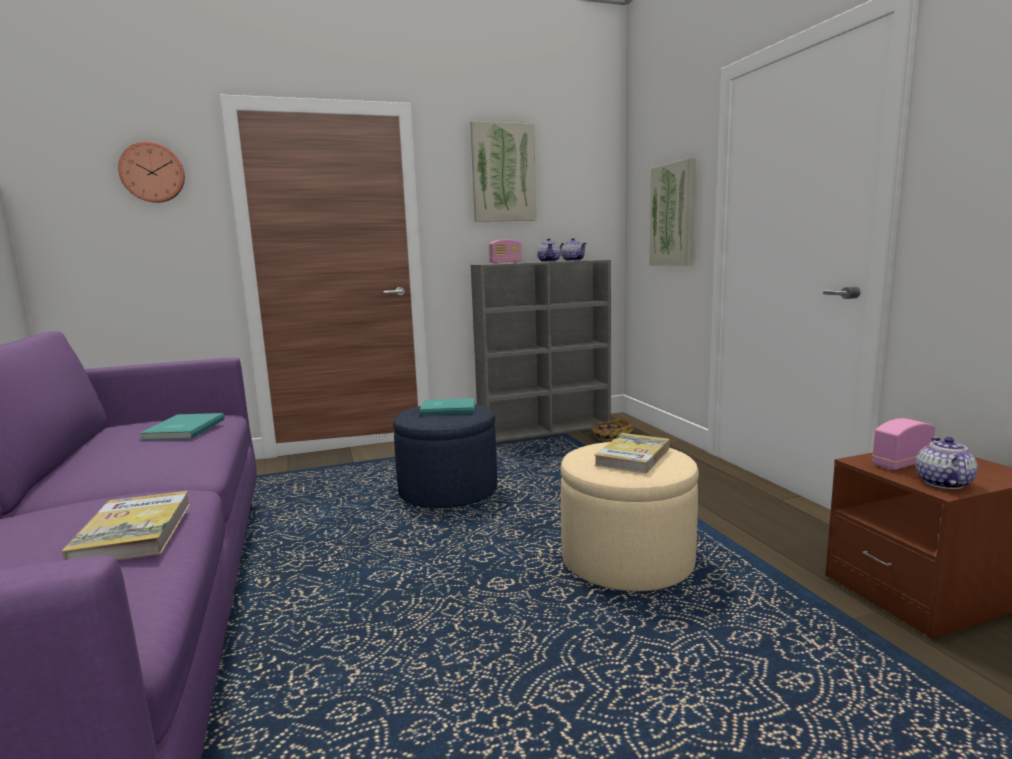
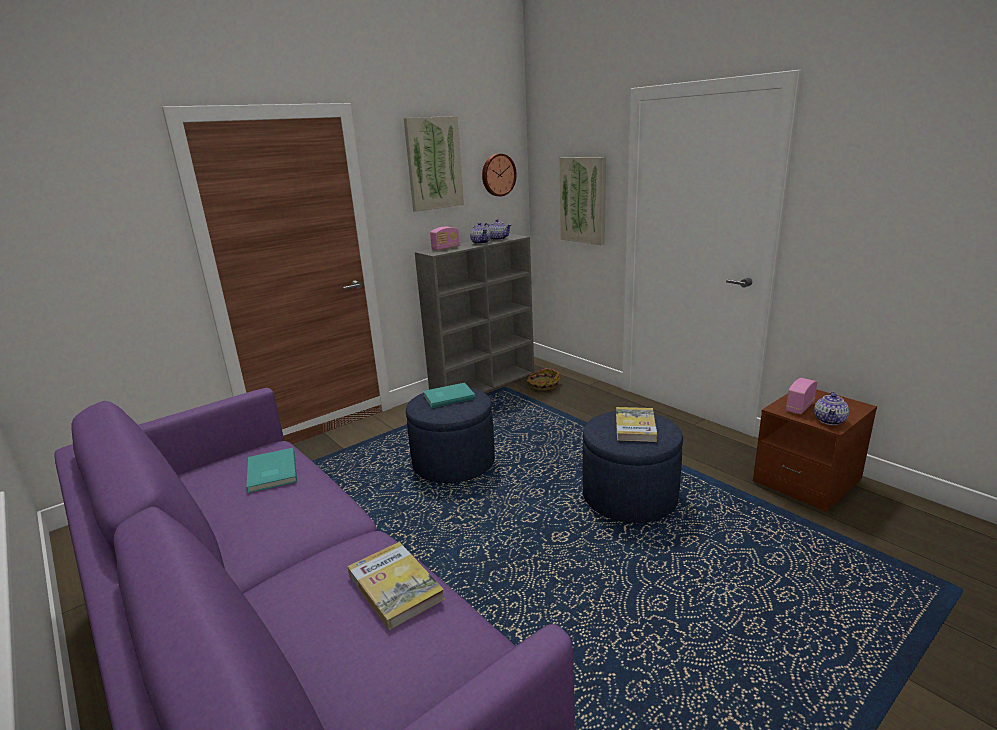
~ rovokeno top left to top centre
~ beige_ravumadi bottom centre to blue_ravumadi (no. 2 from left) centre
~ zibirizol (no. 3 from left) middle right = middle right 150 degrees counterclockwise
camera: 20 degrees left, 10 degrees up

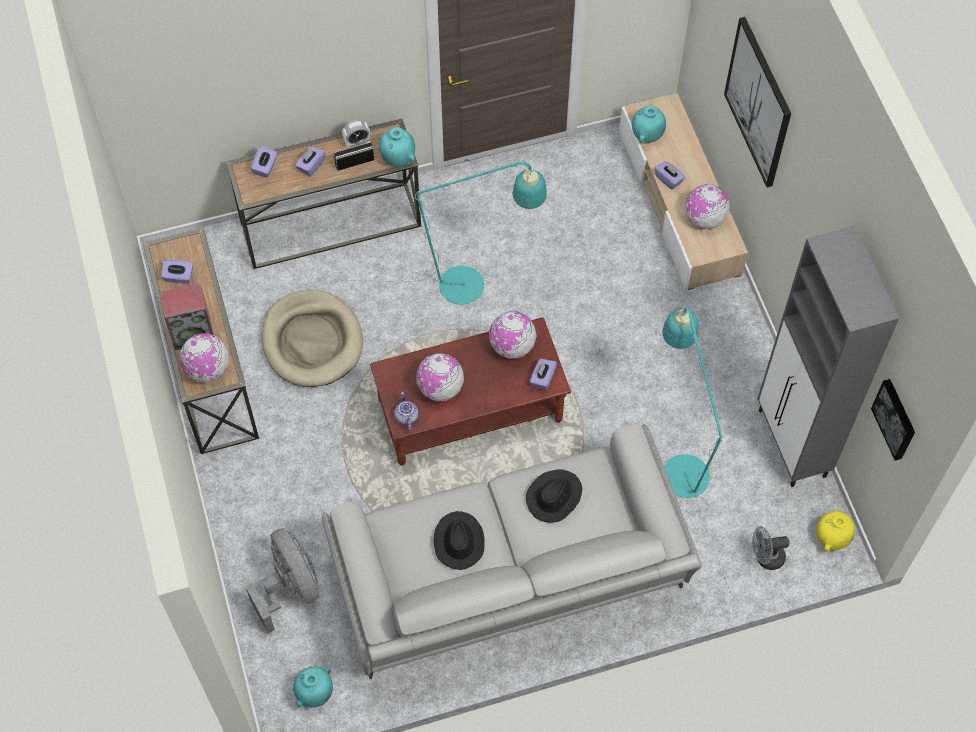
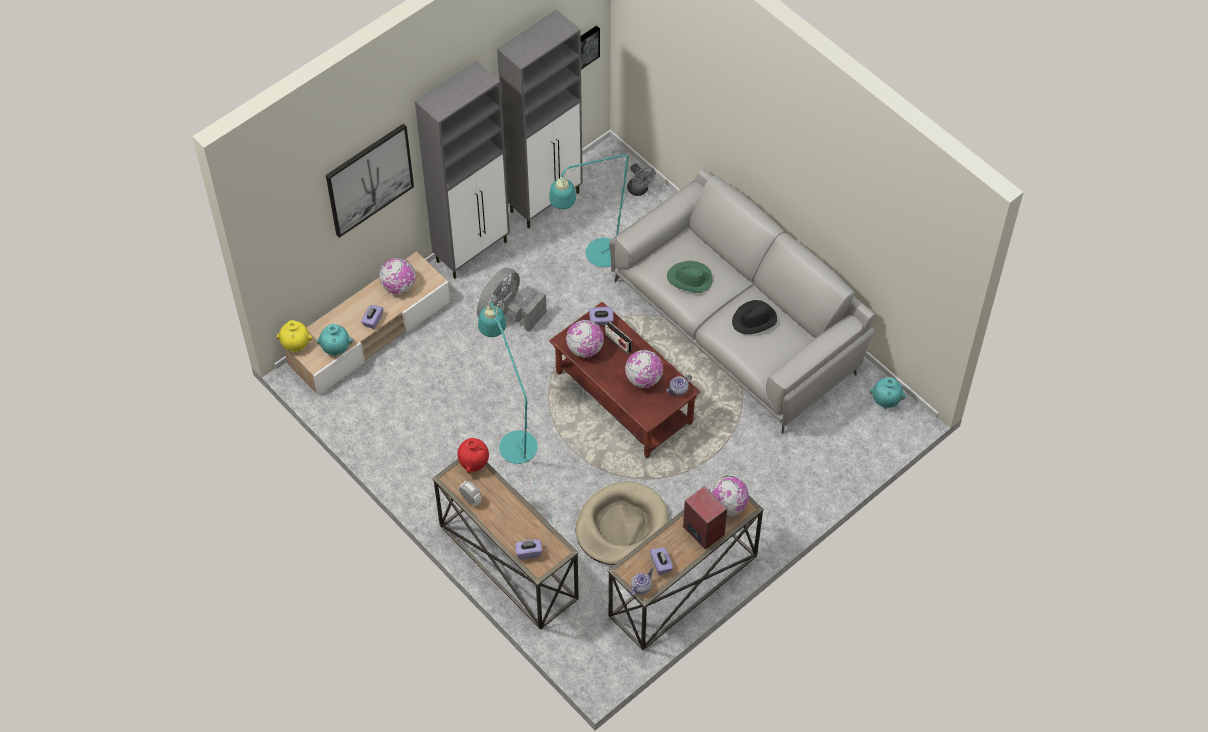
- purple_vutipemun (no. 3 from left) top left
+ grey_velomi (no. 1 from left) top centre
+ zibirizol (no. 1 from left) bottom centre
~ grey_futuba (no. 1 from left) bottom left to centre
~ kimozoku top centre to centre
~ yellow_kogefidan bottom right to middle left
~ turquoise_kogefidan (no. 2 from left) top centre to red_kogefidan centre
~ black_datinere (no. 2 from left) bottom centre to green_datinere centre
camera: 115 degrees left, 5 degrees down

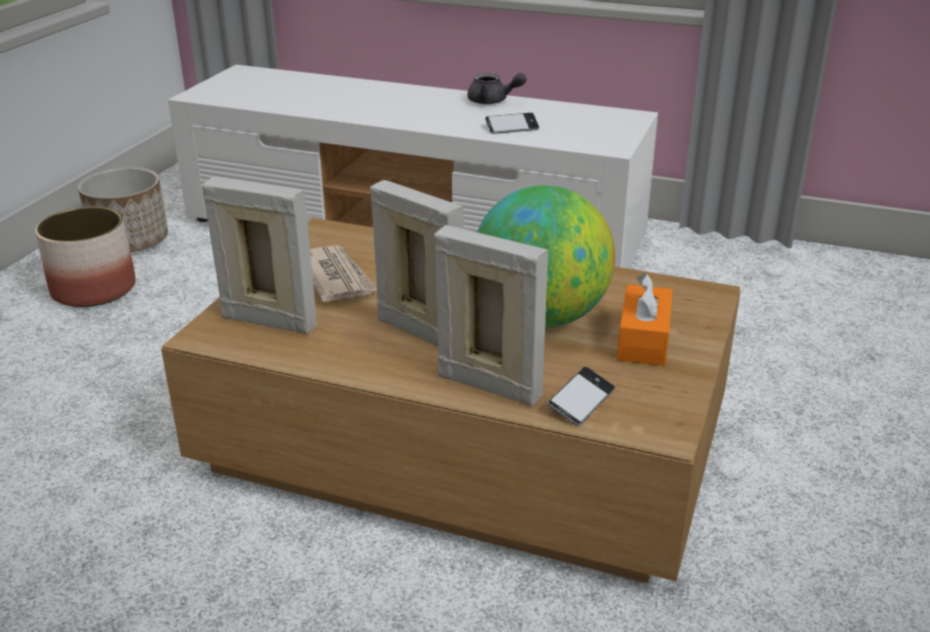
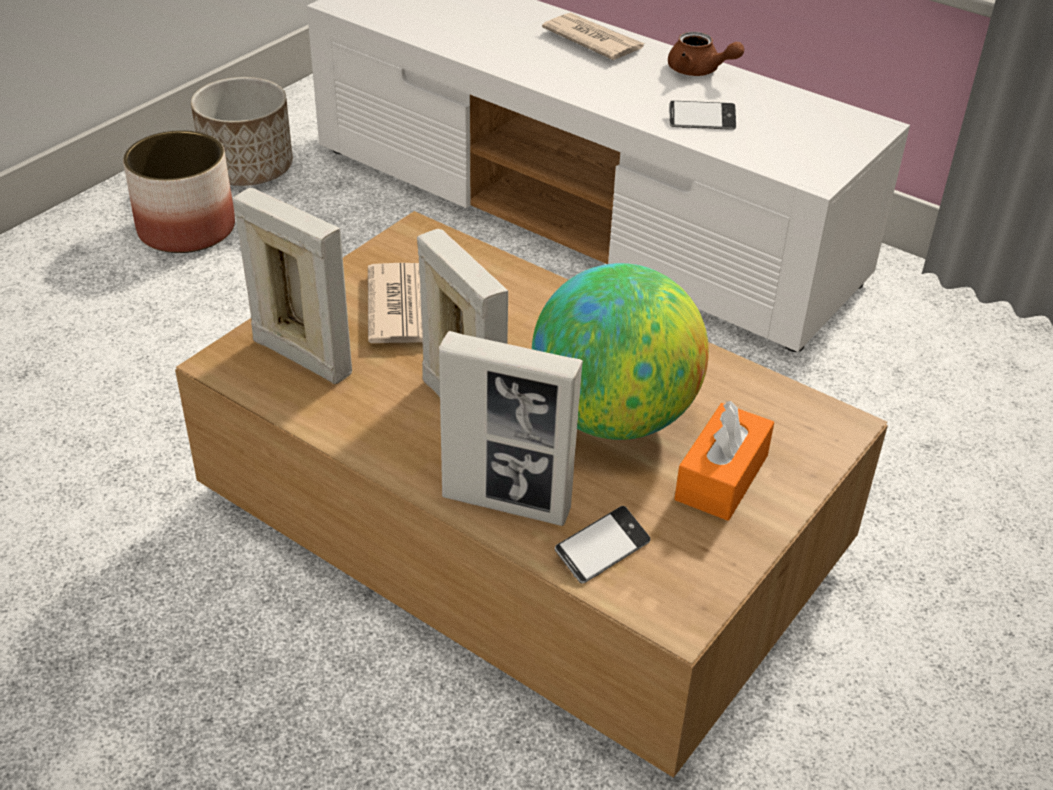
+ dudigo (no. 2 from left) top centre
~ grey_zibirizol top centre to brown_zibirizol top right
~ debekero (no. 3 from left) centre = centre 150 degrees clockwise
camera: 15 degrees right, 10 degrees up

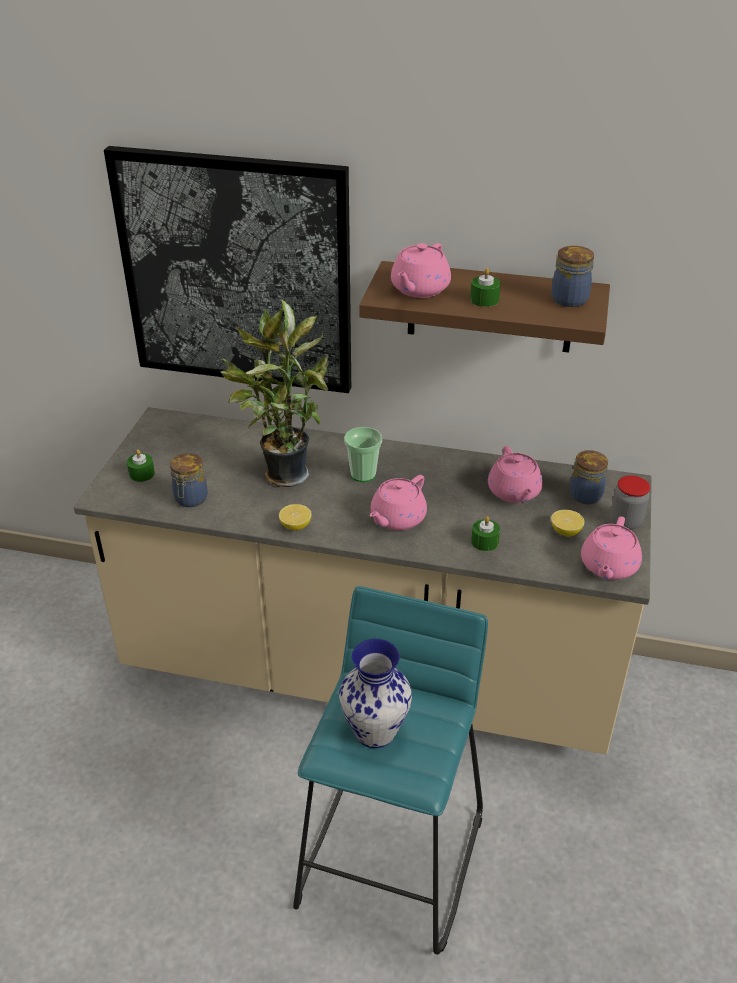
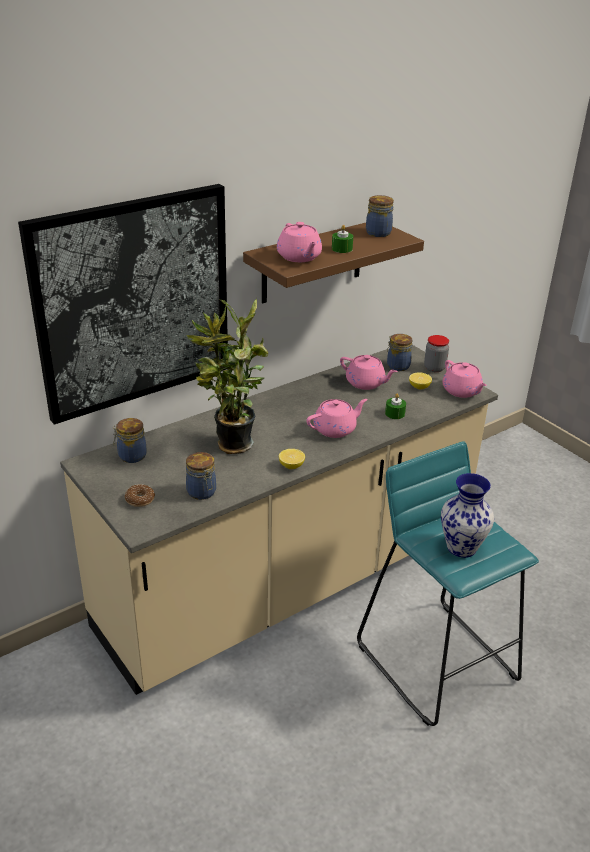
- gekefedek centre
+ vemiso (no. 1 from left) middle left
~ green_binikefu (no. 1 from left) middle left to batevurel middle left
~ pink_zibirizol (no. 1 from left in the first image) centre = centre 105 degrees counterclockwise
camera: 50 degrees left, 5 degrees down

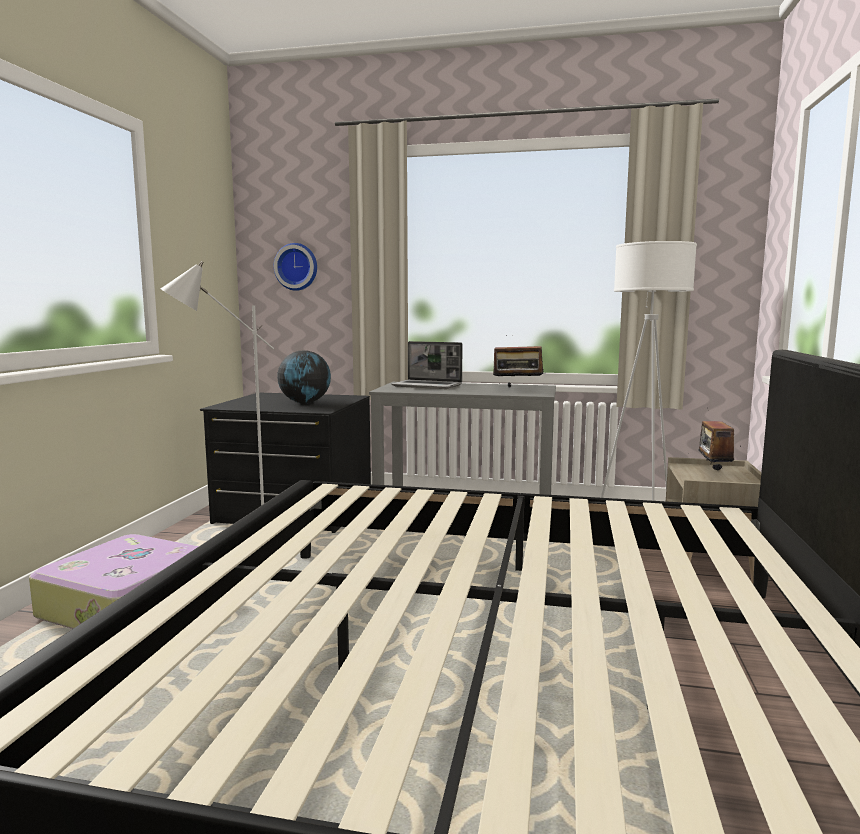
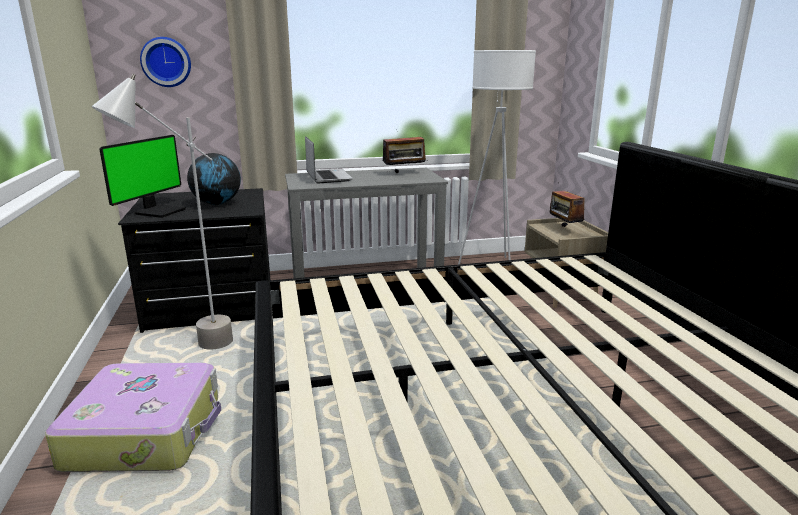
+ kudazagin middle left
~ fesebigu centre = top centre 105 degrees counterclockwise
camera: 25 degrees left, 10 degrees up

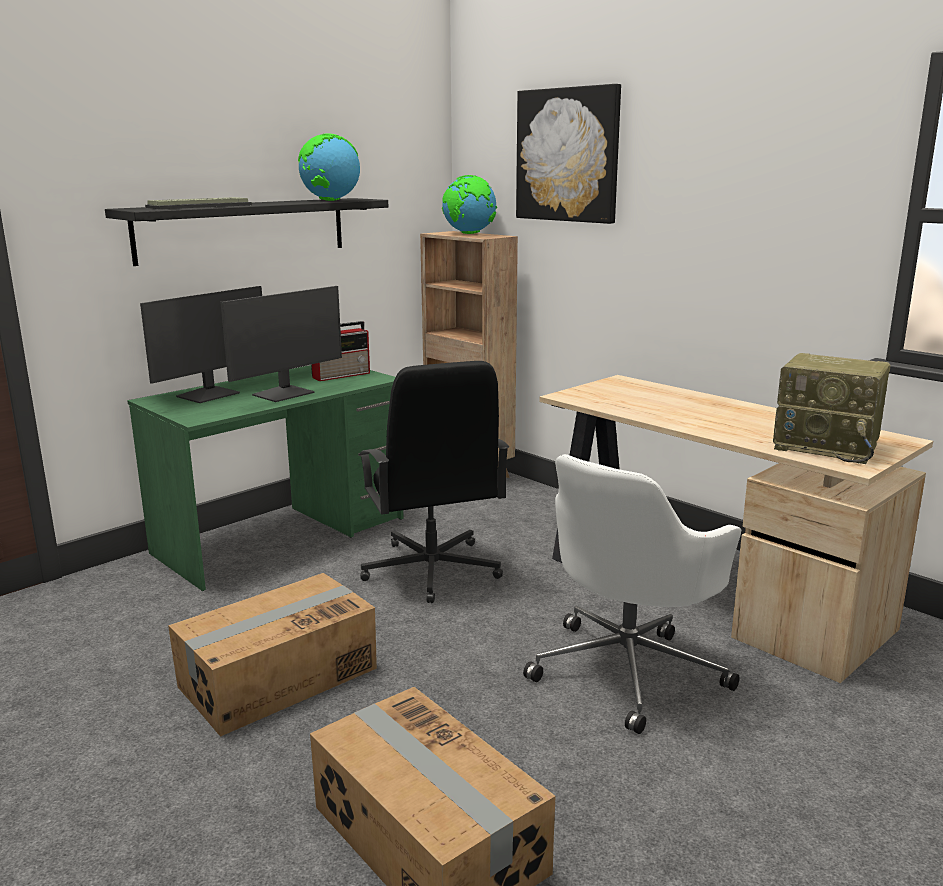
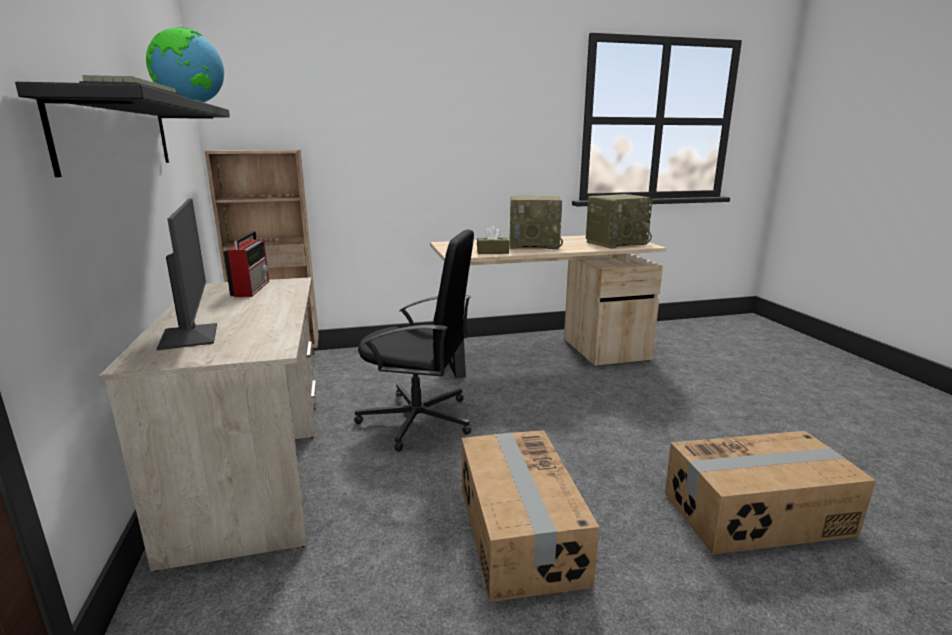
- kudazagin (no. 2 from left) middle left
- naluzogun (no. 2 from left) top centre
- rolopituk top centre
- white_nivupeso bottom right
+ brown_vutipemun centre
+ kimozoku (no. 2 from left) centre
~ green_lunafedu middle left to beige_lunafedu (no. 1 from left) bottom left
camera: 60 degrees left, 0 degrees up

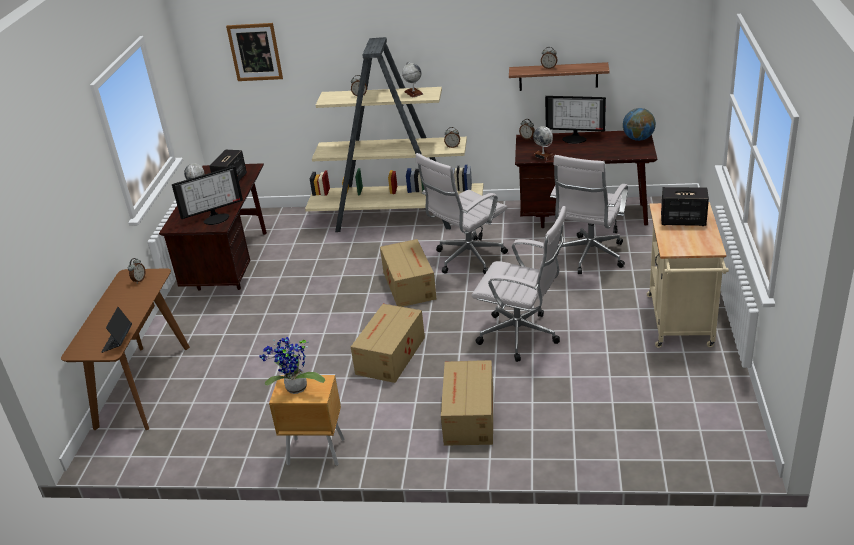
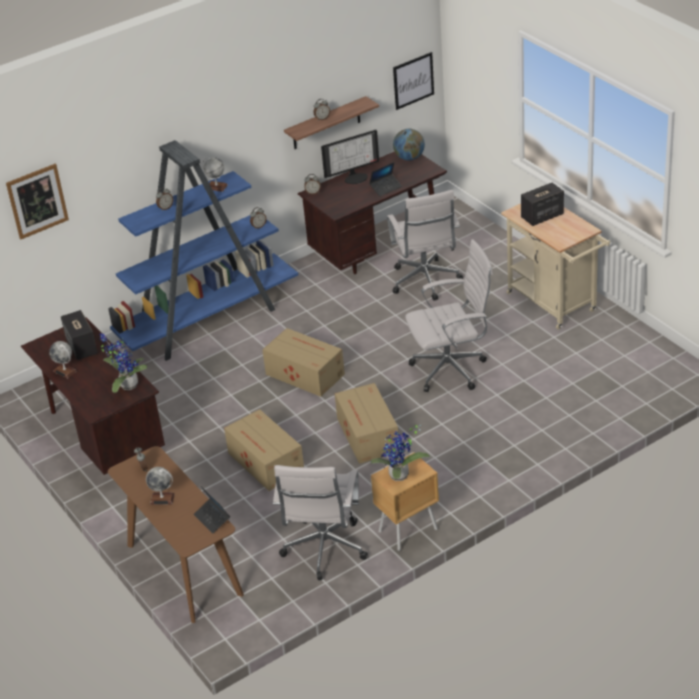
+ fesebigu (no. 2 from left) top centre
+ rolopituk (no. 2 from left) top centre
~ white_nivupeso (no. 1 from left) centre to bottom centre
~ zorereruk (no. 3 from left in the first image) bottom centre to zorereruk (no. 1 from left) centre
~ naluzogun (no. 3 from left in the first image) top centre to naluzogun (no. 2 from left) bottom left
~ kudazagin (no. 1 from left) middle left to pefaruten (no. 1 from left) middle left
~ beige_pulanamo top centre to blue_pulanamo middle left
camera: 40 degrees left, 5 degrees up

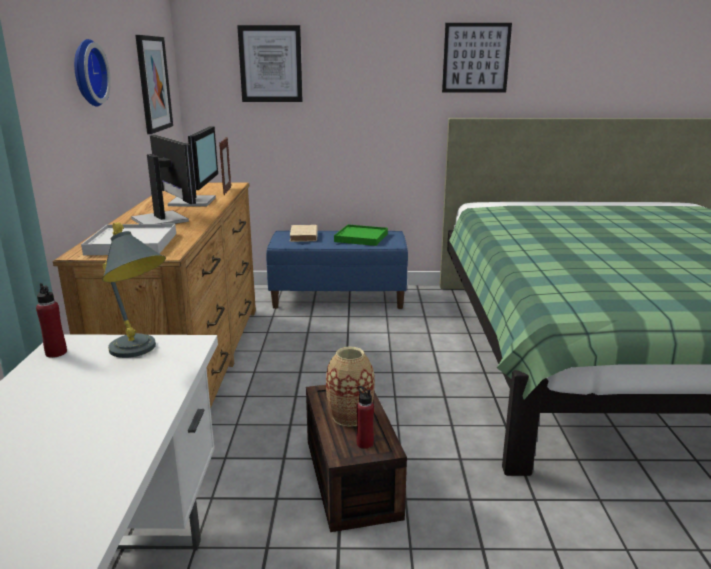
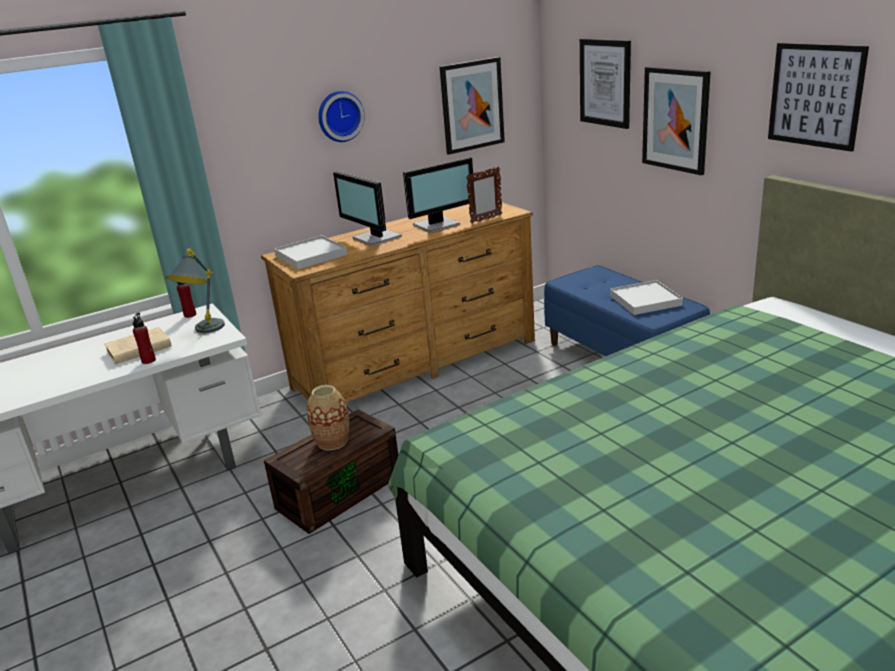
+ rolopituk (no. 3 from left) top right
~ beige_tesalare centre to middle left
~ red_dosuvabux (no. 2 from left in the first image) bottom centre to red_dosuvabux (no. 1 from left) middle left
~ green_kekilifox centre to white_kekilifox (no. 2 from left) middle right
~ kudazagin (no. 1 from left) top left = top centre 120 degrees clockwise
camera: 60 degrees right, 5 degrees up

